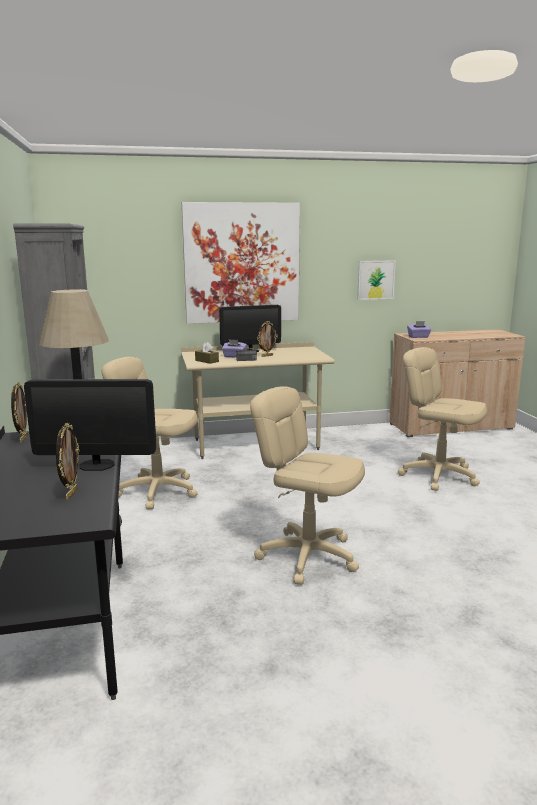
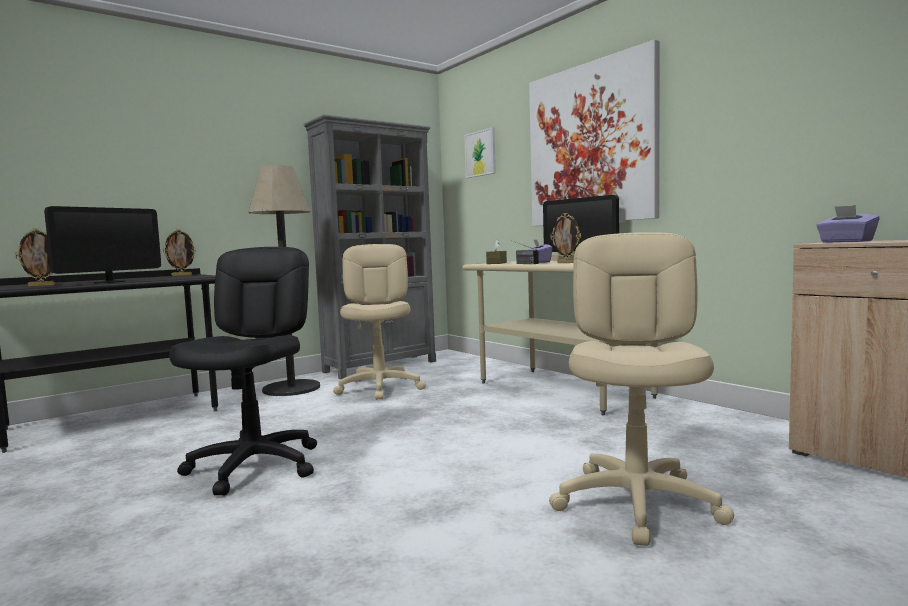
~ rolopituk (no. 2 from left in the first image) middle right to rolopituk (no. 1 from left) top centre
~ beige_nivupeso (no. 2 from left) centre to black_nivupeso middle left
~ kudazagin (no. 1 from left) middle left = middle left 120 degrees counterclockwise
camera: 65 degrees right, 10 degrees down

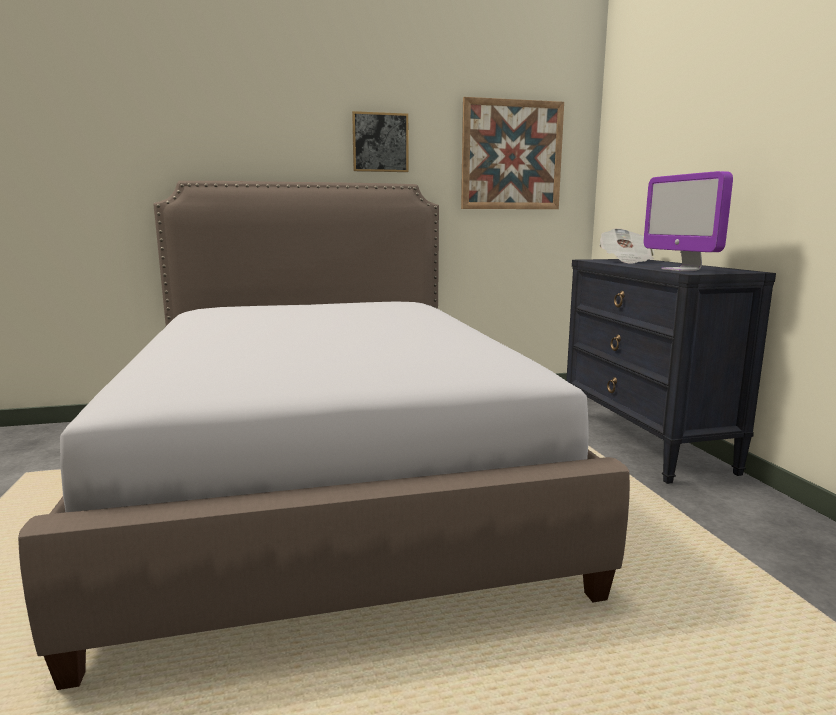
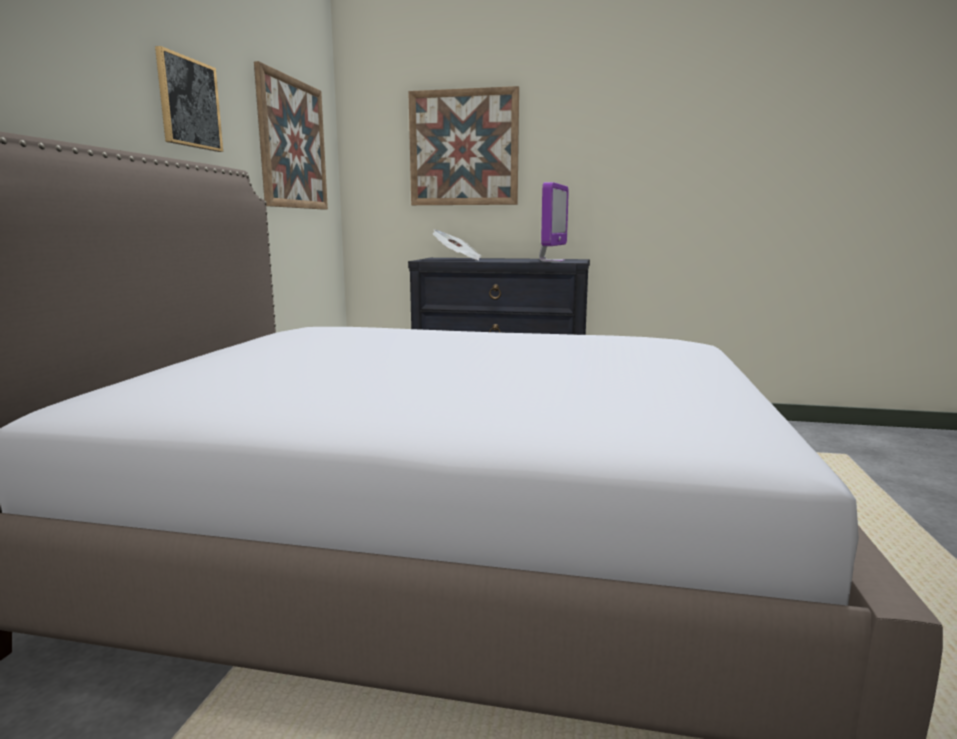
+ rolopituk (no. 3 from left) top centre
~ kudazagin top right = top centre 75 degrees counterclockwise
camera: 65 degrees left, 0 degrees up

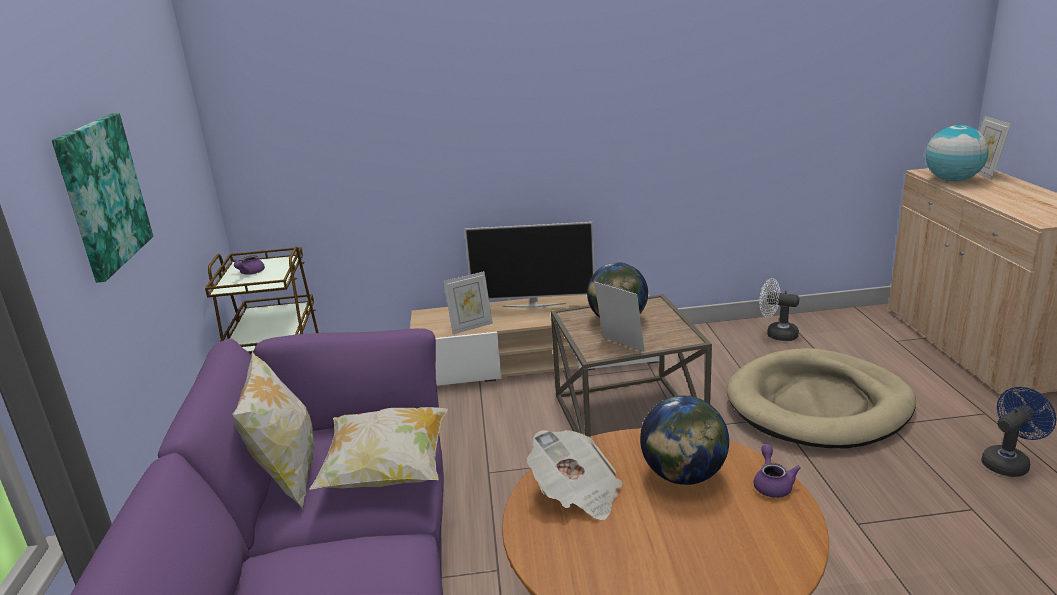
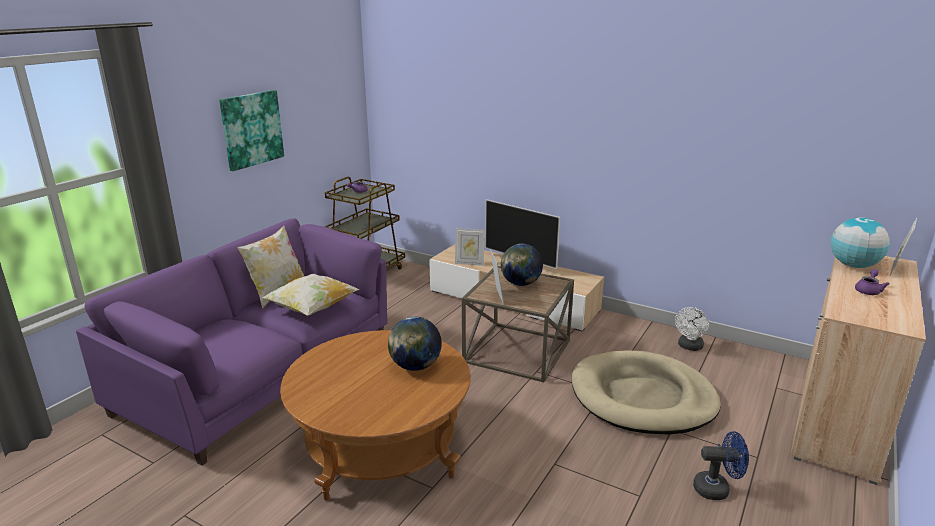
- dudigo bottom centre
~ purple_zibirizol (no. 2 from left) bottom right to middle right
~ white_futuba middle right = middle right 120 degrees counterclockwise
camera: 35 degrees right, 0 degrees up

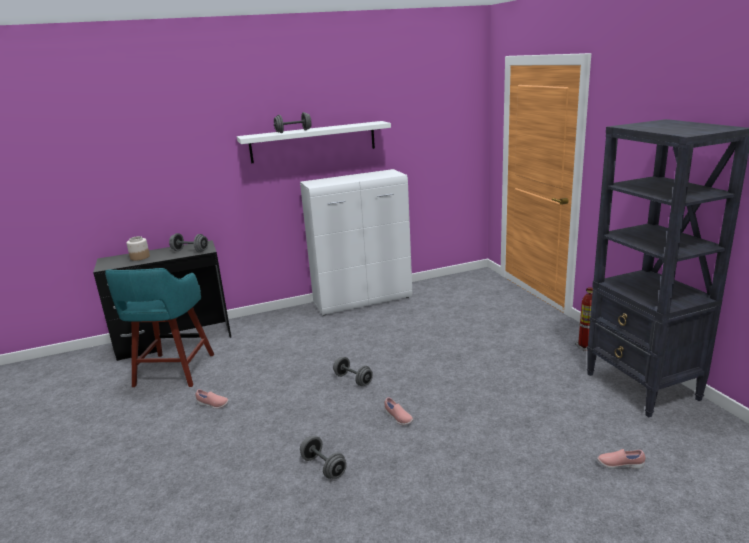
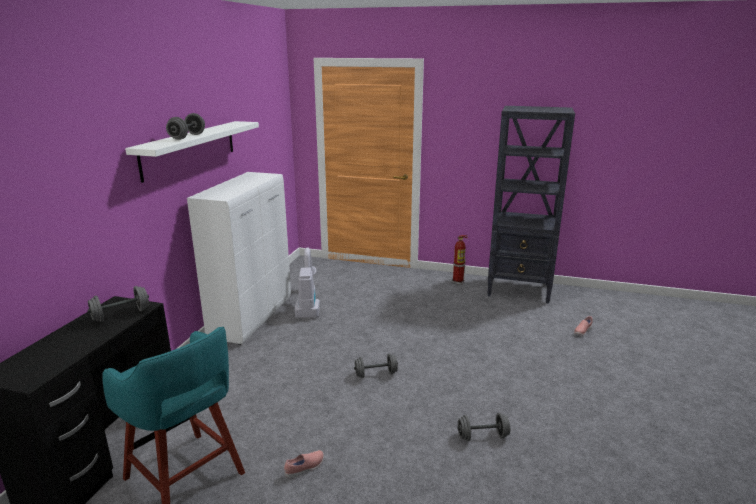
- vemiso middle left
- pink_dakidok (no. 2 from left) bottom centre
+ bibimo centre
camera: 55 degrees left, 0 degrees up

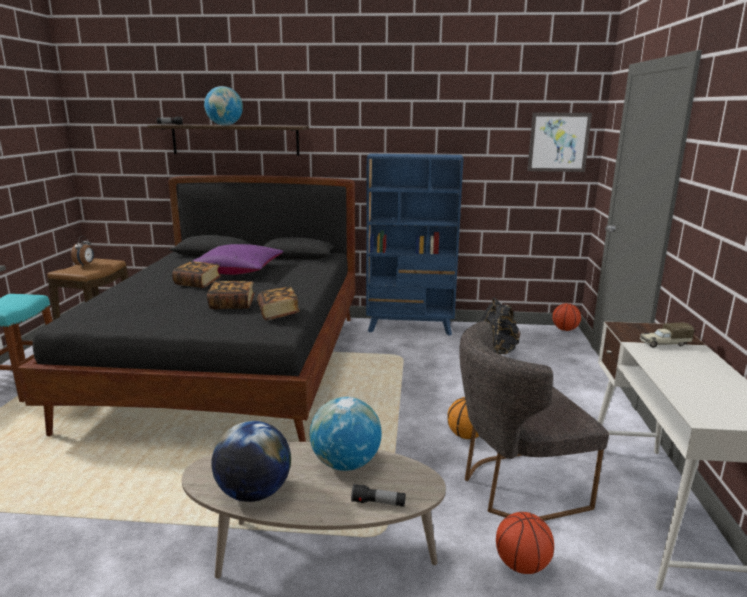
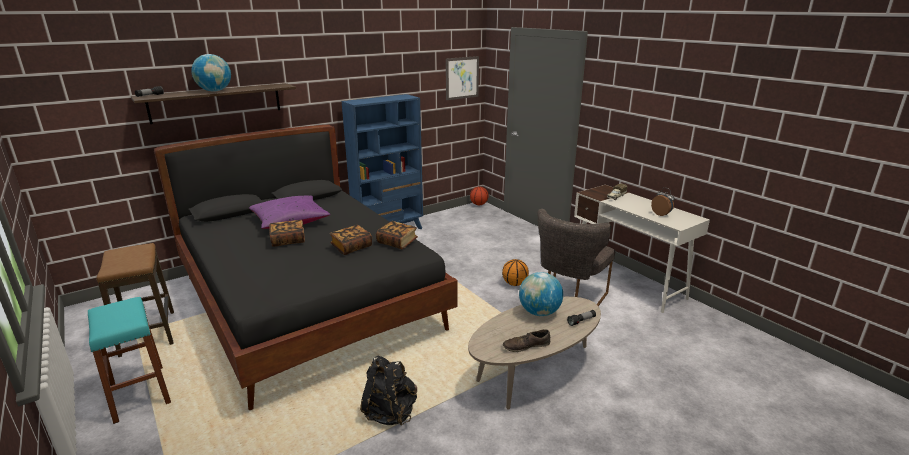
- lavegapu (no. 2 from left) bottom right
~ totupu middle left to middle right
~ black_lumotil middle right to bottom centre
~ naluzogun (no. 2 from left) bottom centre to brown_dakidok bottom centre
camera: 40 degrees left, 5 degrees up

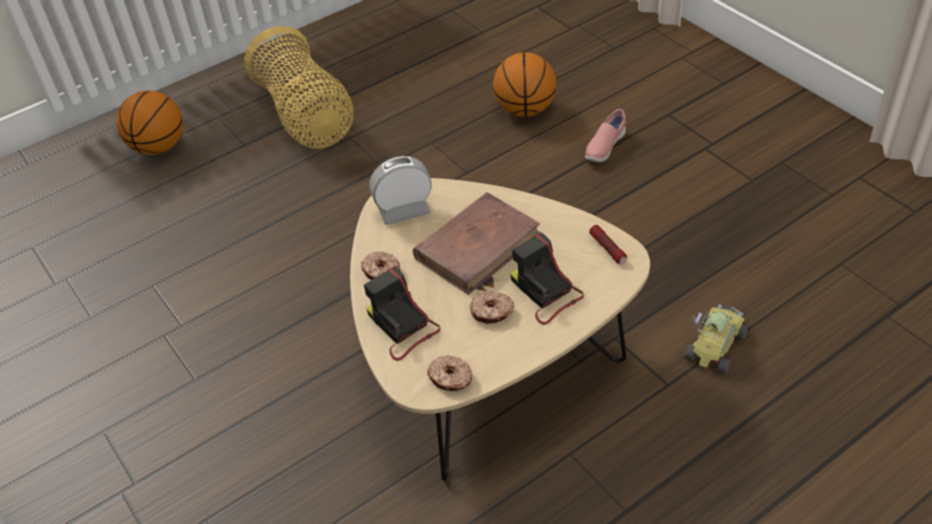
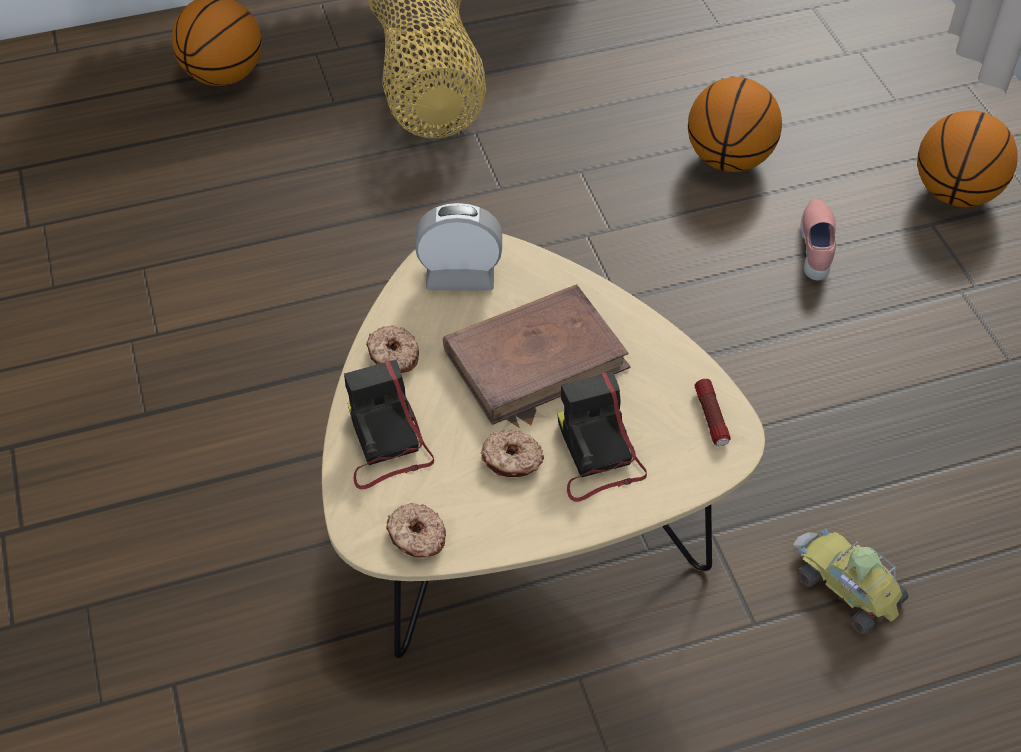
+ lavegapu (no. 3 from left) top right
~ pink_dakidok top centre = top right 135 degrees clockwise
~ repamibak middle right = bottom right 90 degrees counterclockwise
camera: 15 degrees right, 5 degrees up

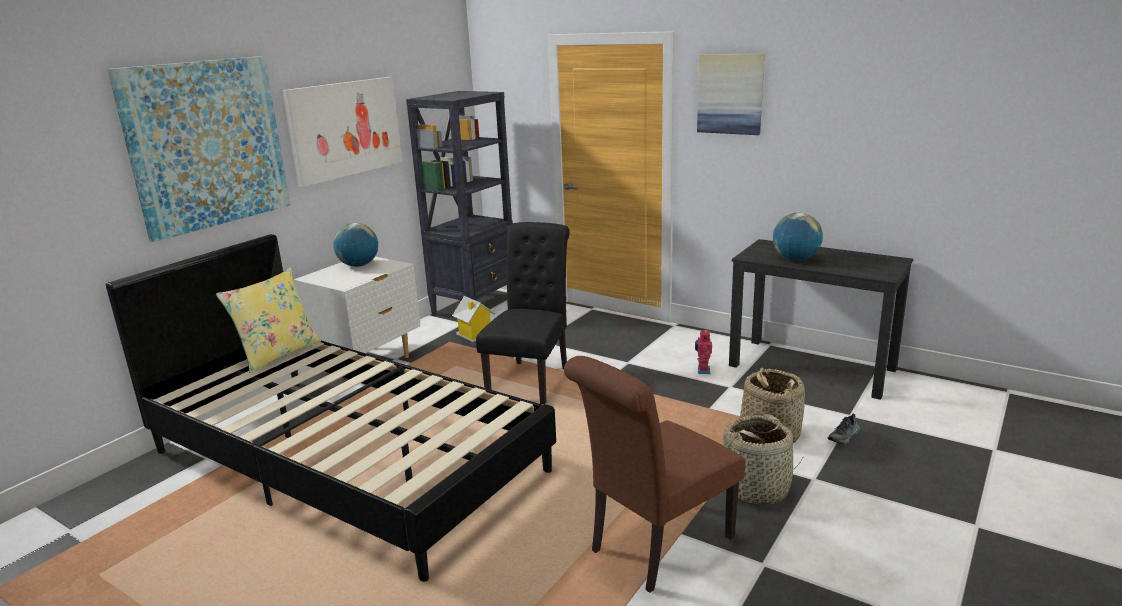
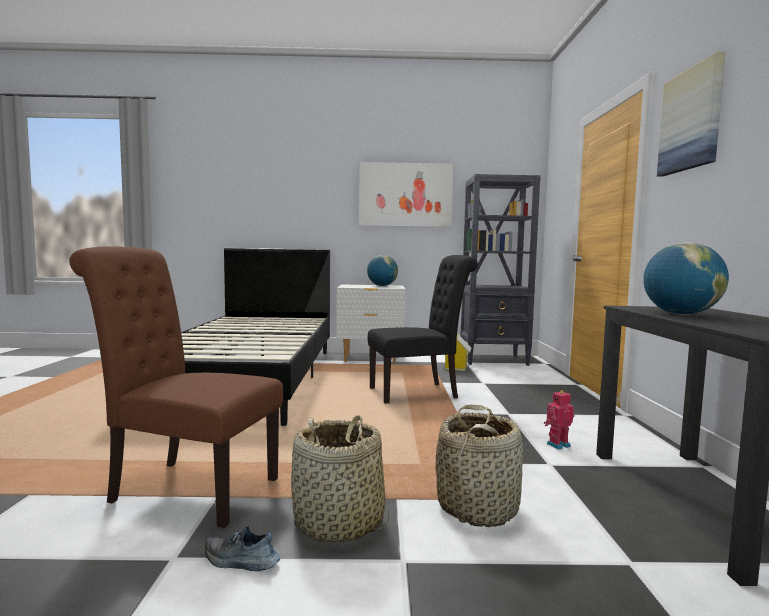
- rolopituk (no. 1 from left) top left
- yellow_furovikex middle left
~ dakidok bottom right to bottom left
camera: 55 degrees right, 15 degrees down

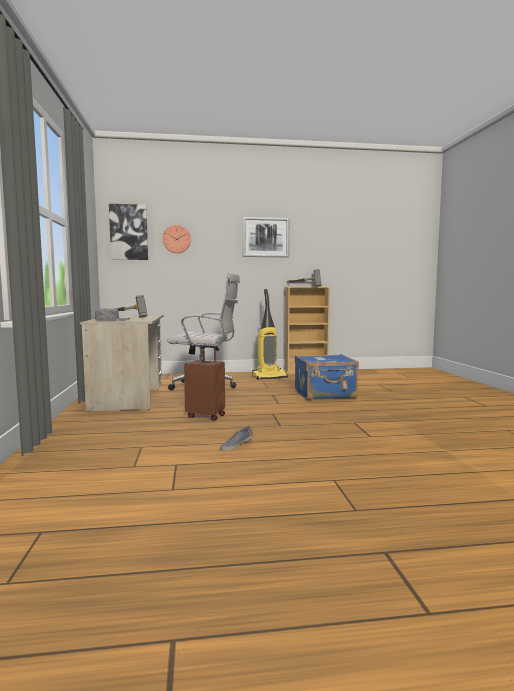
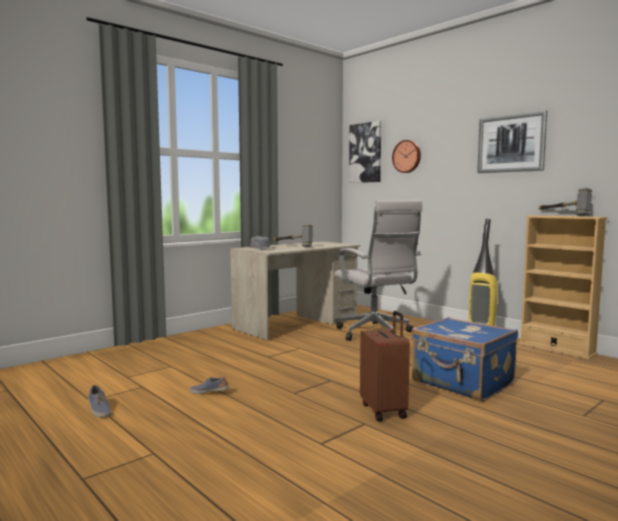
+ dakidok (no. 1 from left) bottom left
~ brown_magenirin centre to bottom centre
camera: 55 degrees right, 0 degrees up

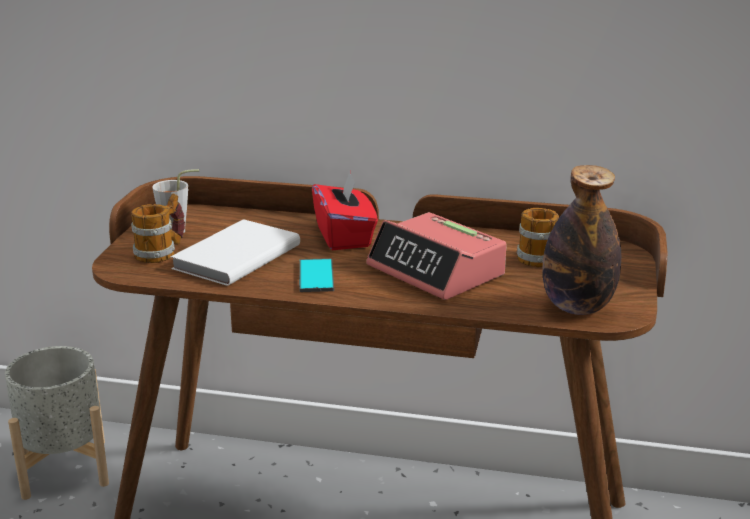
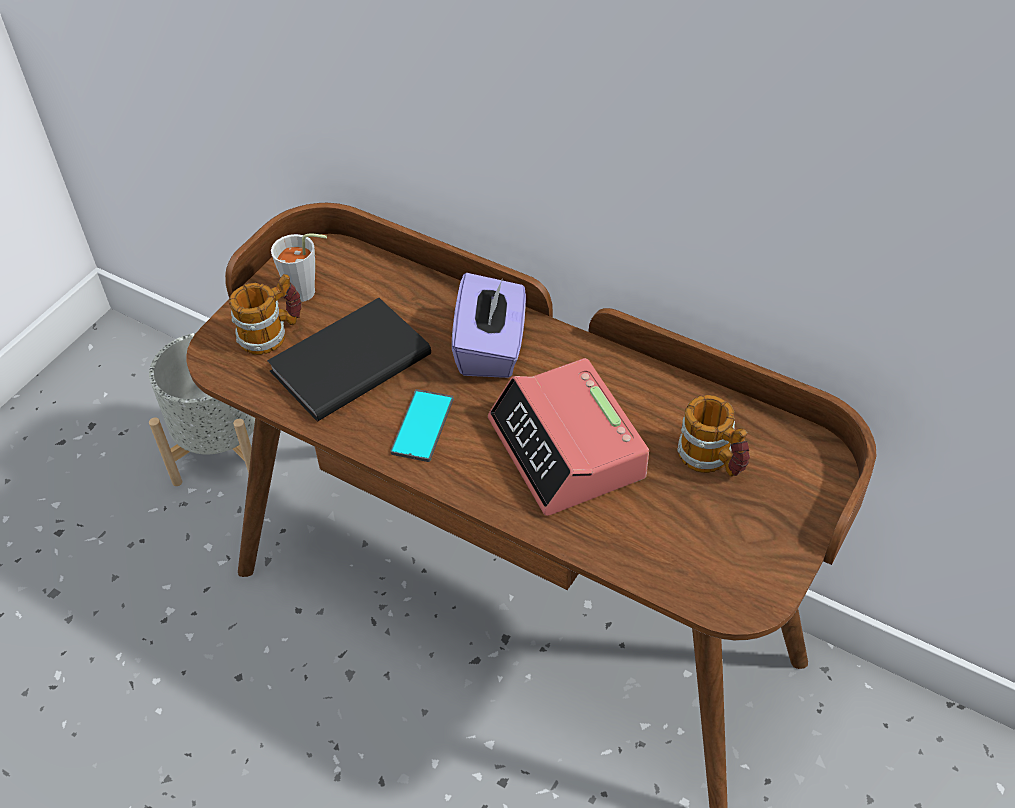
- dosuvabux middle right
~ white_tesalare middle left to black_tesalare centre
~ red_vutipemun centre to purple_vutipemun centre
camera: 20 degrees right, 25 degrees up

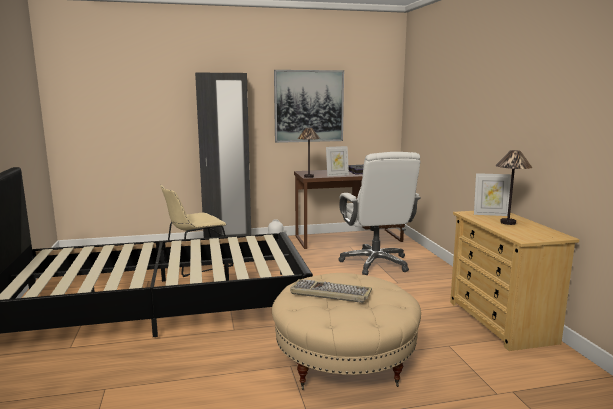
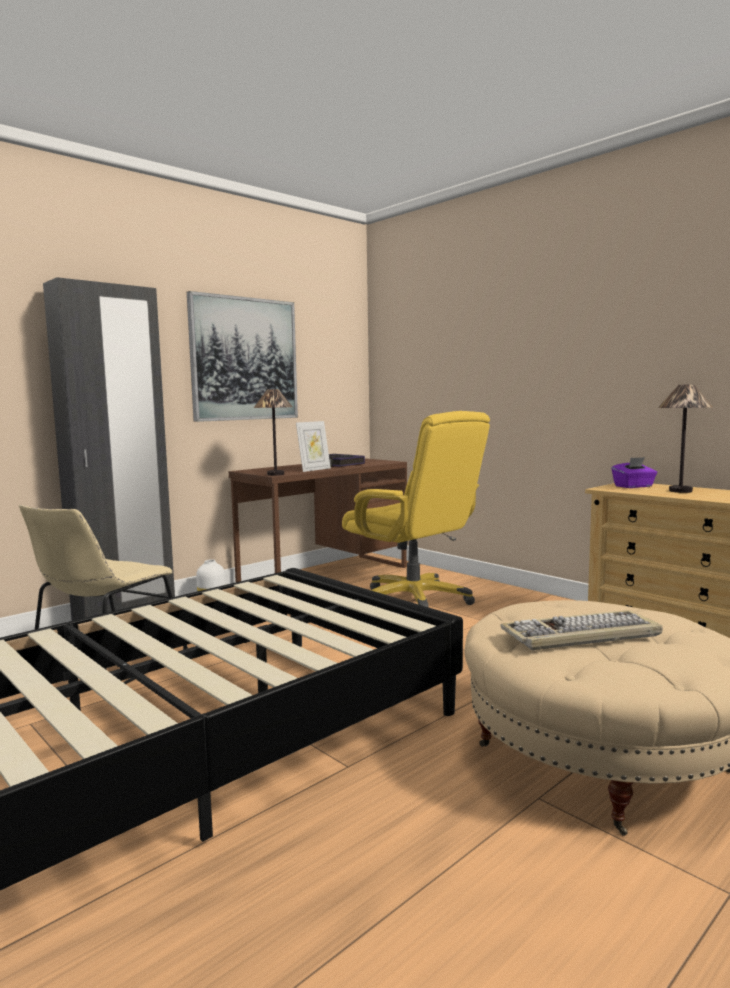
~ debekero (no. 2 from left) middle right to purple_vutipemun middle right
~ white_nivupeso centre to yellow_nivupeso centre
camera: 30 degrees left, 5 degrees down

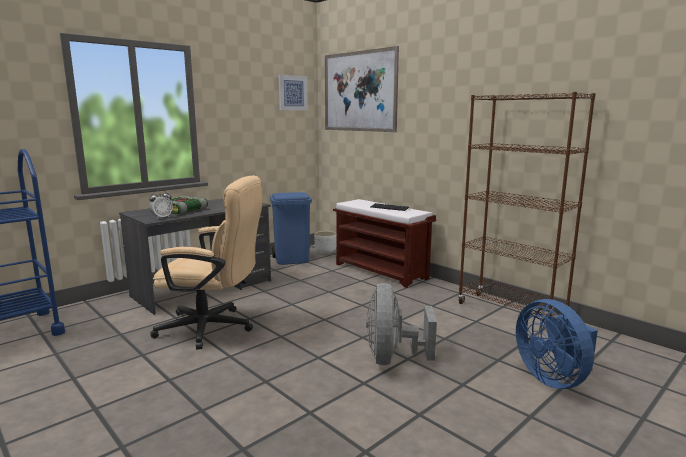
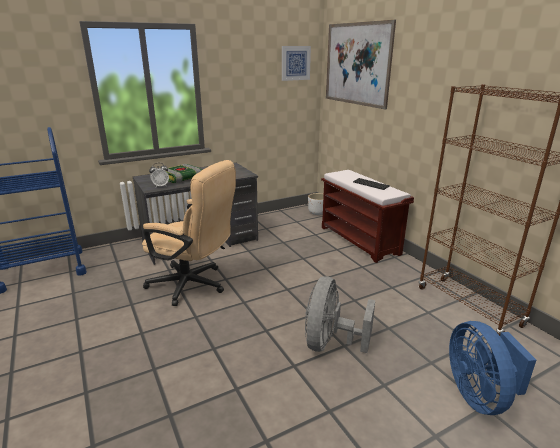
- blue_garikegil centre
camera: 15 degrees right, 10 degrees up

